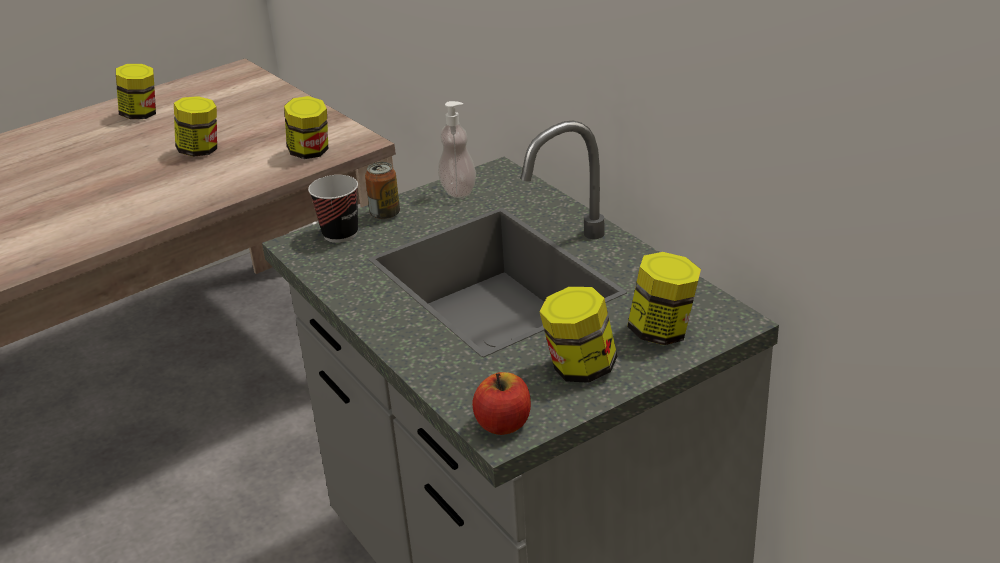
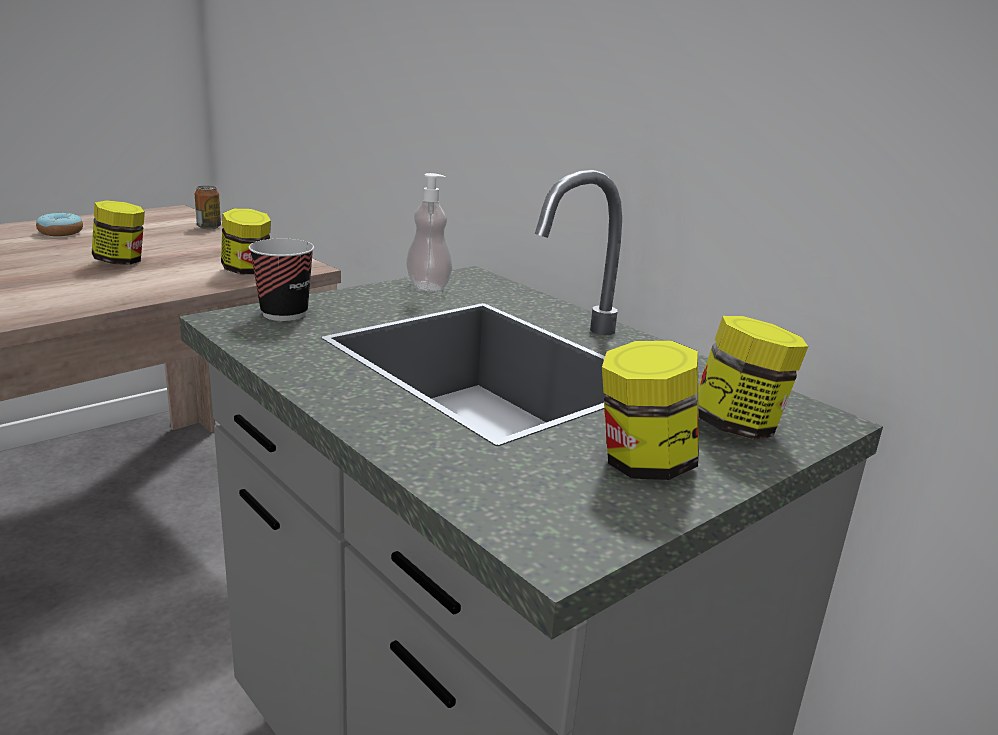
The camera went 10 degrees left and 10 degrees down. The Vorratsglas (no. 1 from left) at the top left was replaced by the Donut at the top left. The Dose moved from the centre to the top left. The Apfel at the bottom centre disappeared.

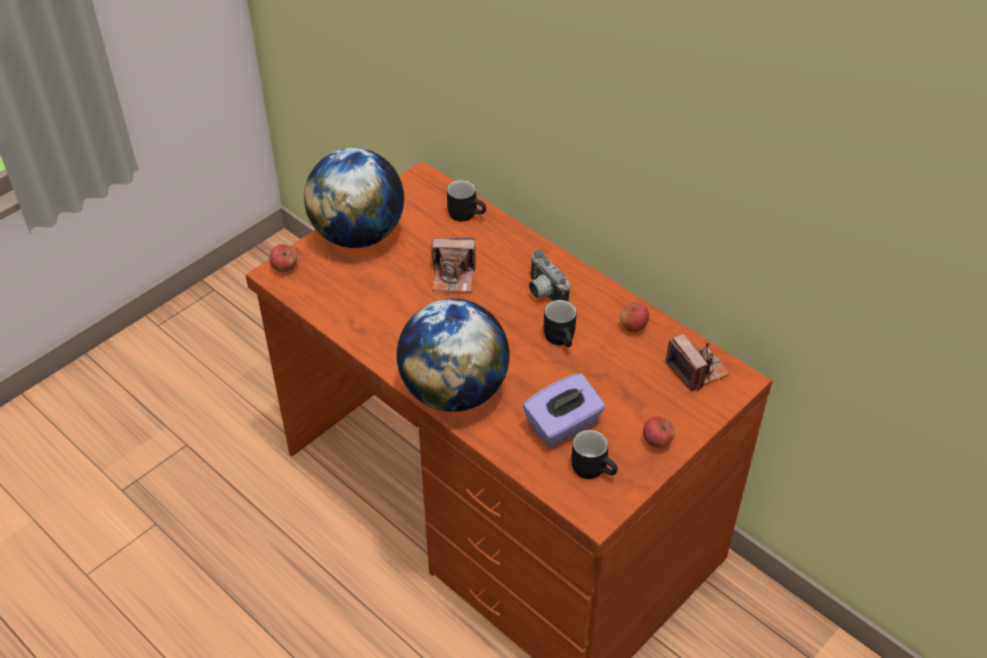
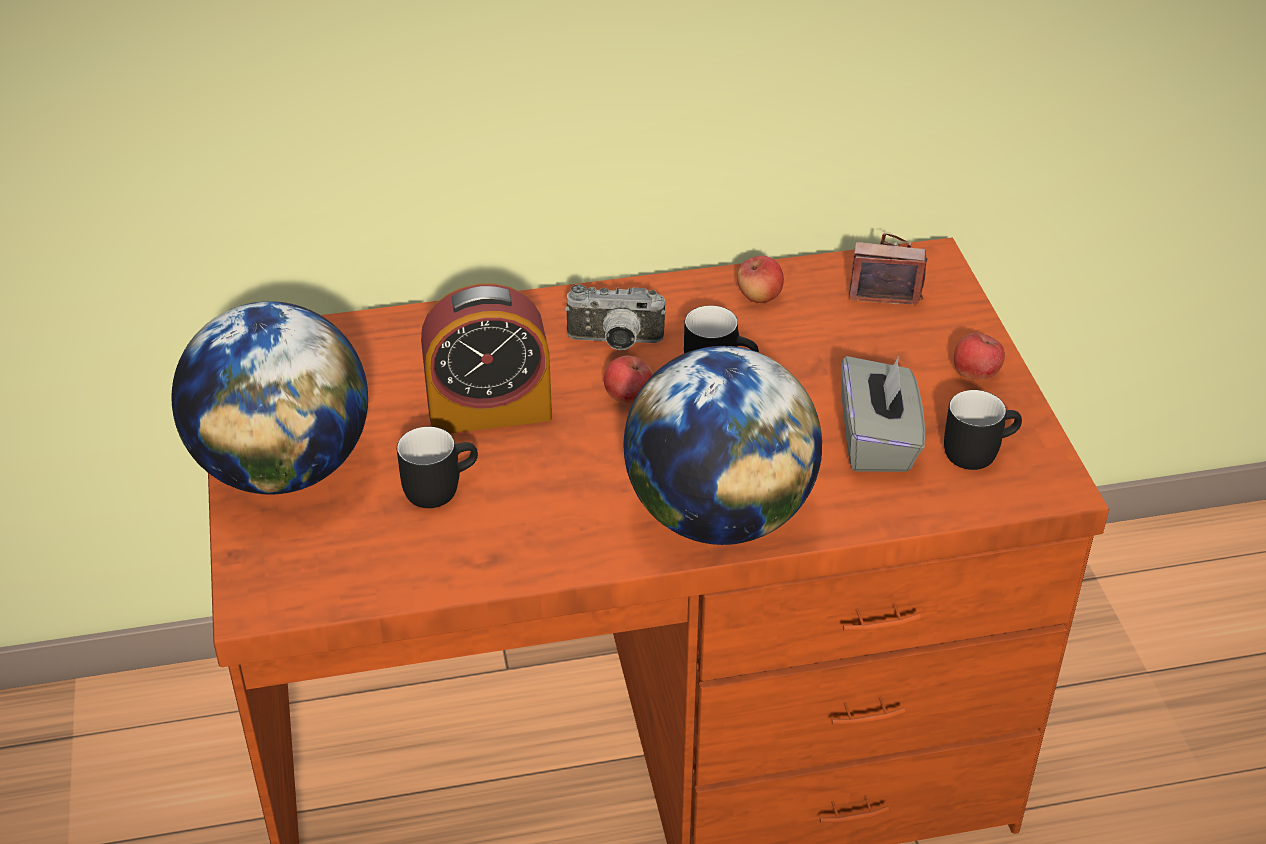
The camera went 55 degrees left and 5 degrees down. The Apfel (no. 1 from left) moved from the middle left to the centre. The Kamera (no. 1 from left) at the centre was replaced by the Wecker at the centre. The Henkelbecher [schwarz] (no. 1 from left) moved from the top centre to the centre. The Taschentuchbox [lila] at the centre became the Taschentuchbox [grau] at the middle right.

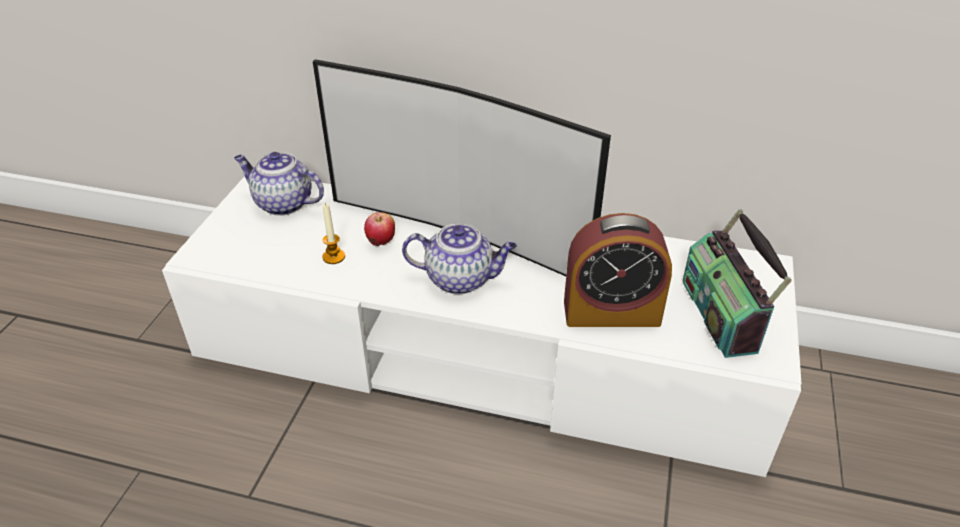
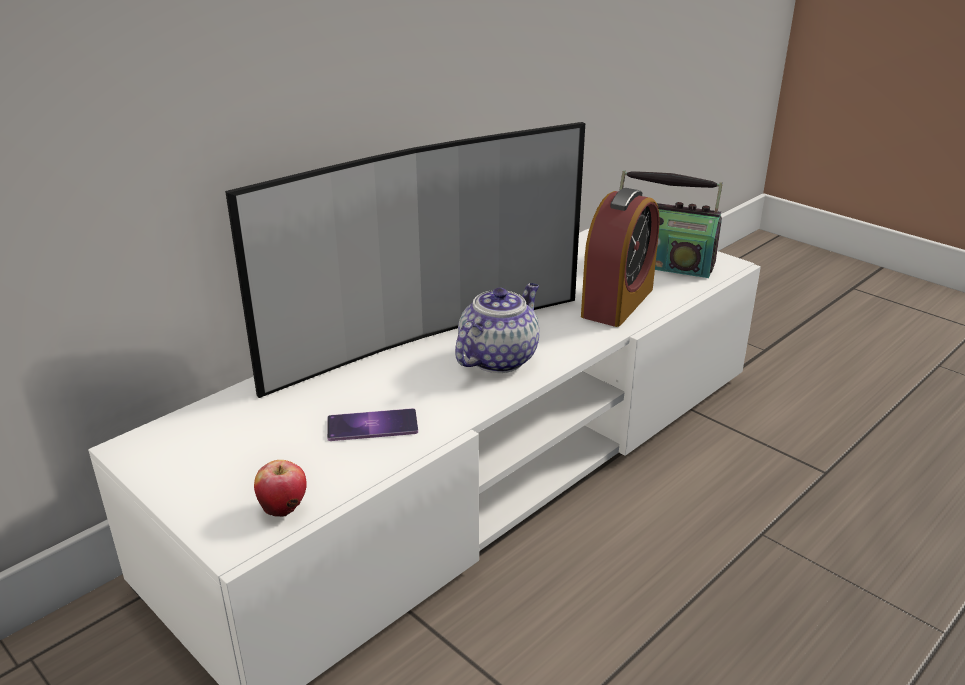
The camera went 60 degrees left and 10 degrees down. The Teekanne (no. 1 from left) at the middle left disappeared. The Kerze at the centre was replaced by the Handy at the centre. The Apfel moved from the centre to the bottom left.

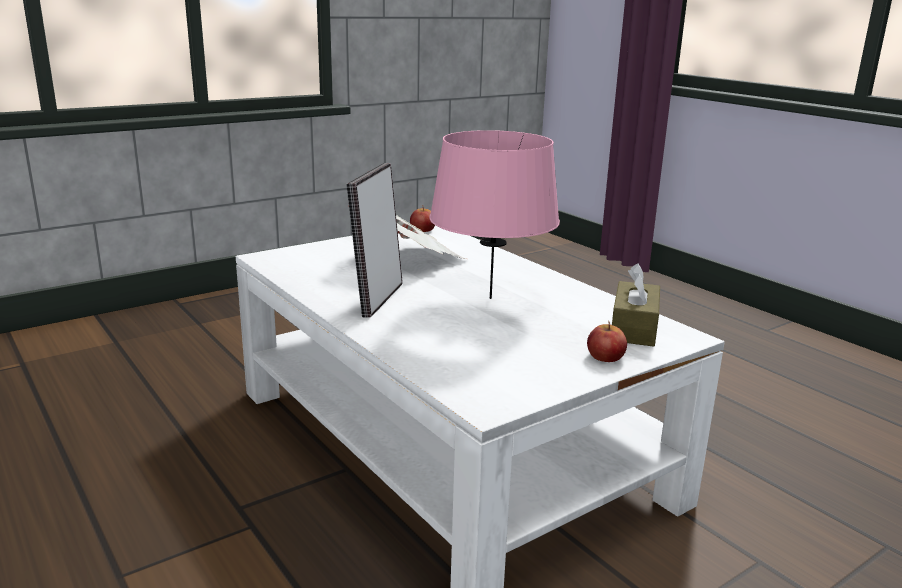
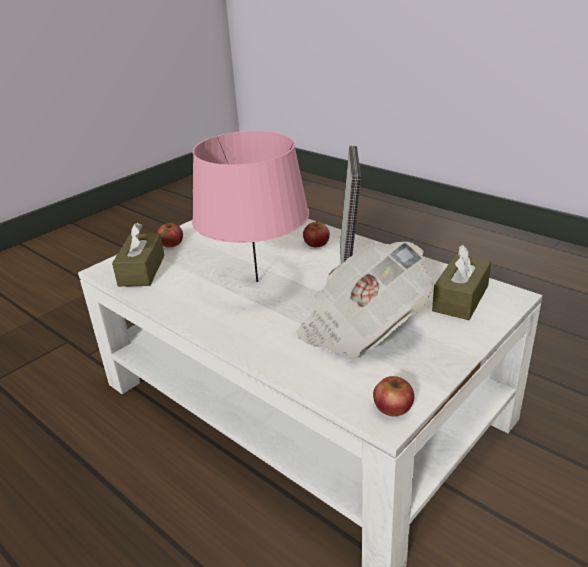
The camera went 170 degrees right and 10 degrees up. The Apfel (no. 2 from left) at the centre appeared. The Taschentuchbox [braun] (no. 2 from left) at the middle right appeared.

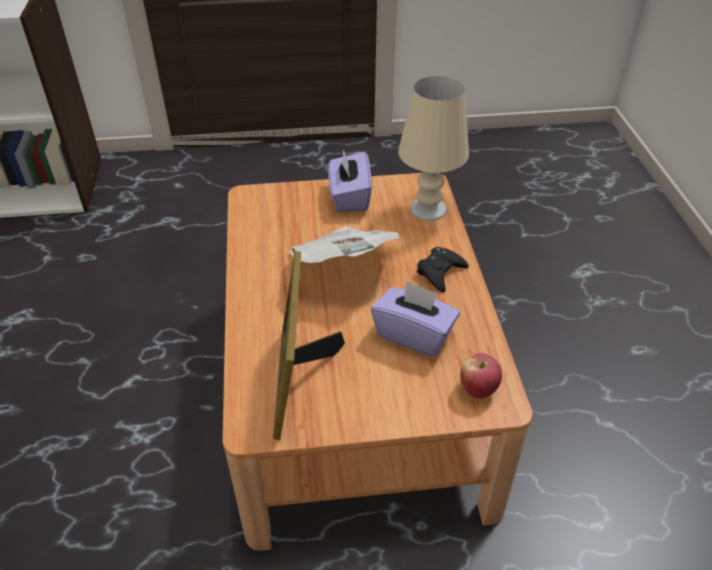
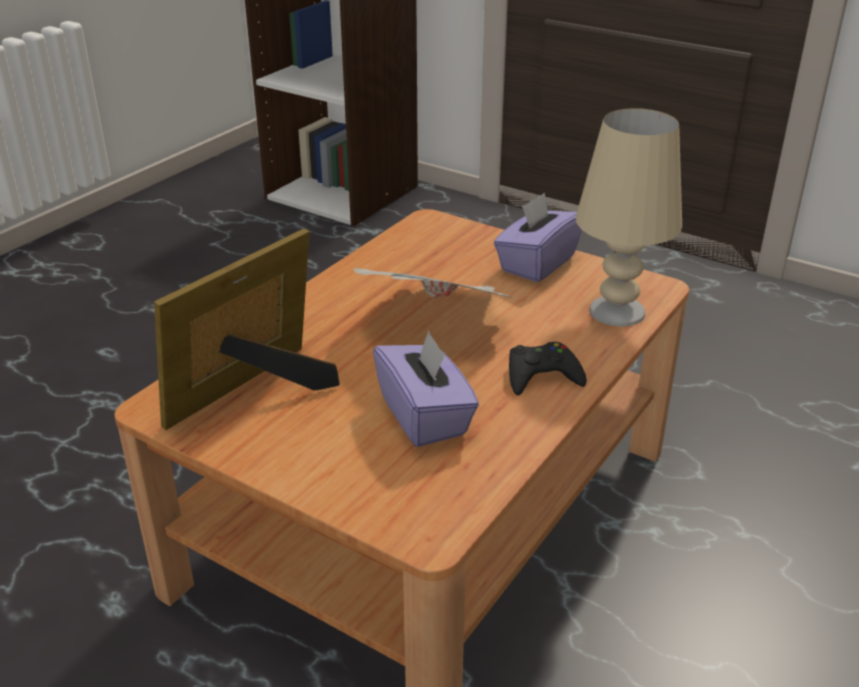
The camera went 40 degrees right and 10 degrees down. The Apfel at the middle right disappeared.

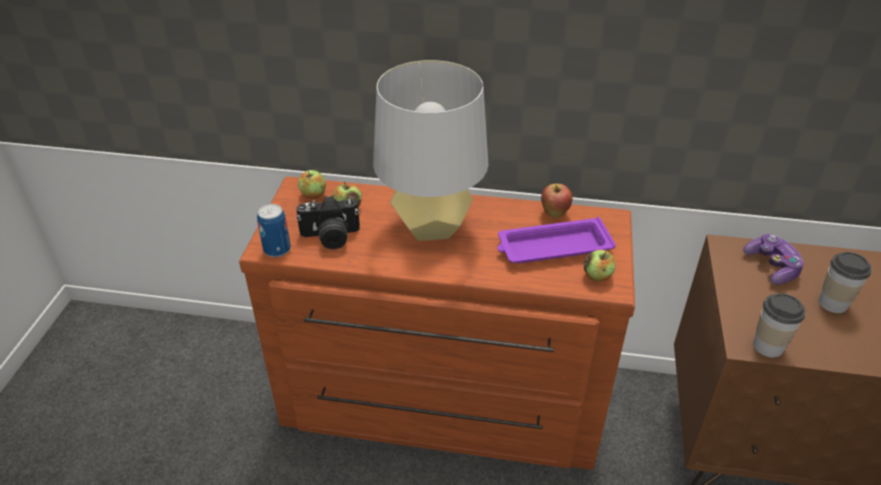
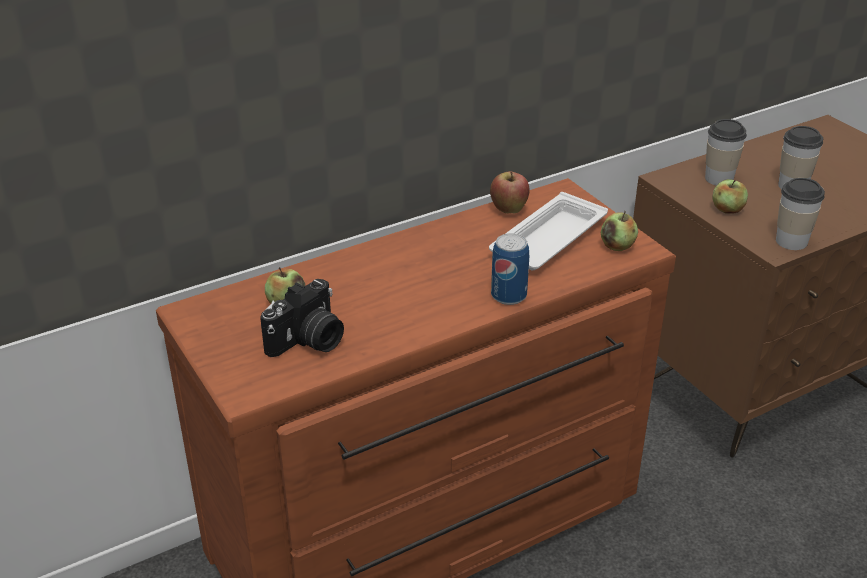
The camera went 40 degrees left and 5 degrees down. The Dose moved from the middle left to the centre. The Apfel (no. 1 from left in the first image) moved from the centre to the middle right. The Tischlampe [grau] at the top centre disappeared. The Tablett [lila] at the centre became the Tablett [weiß] at the centre. The Gamepad at the middle right was replaced by the Tasse (no. 1 from left) at the top right.

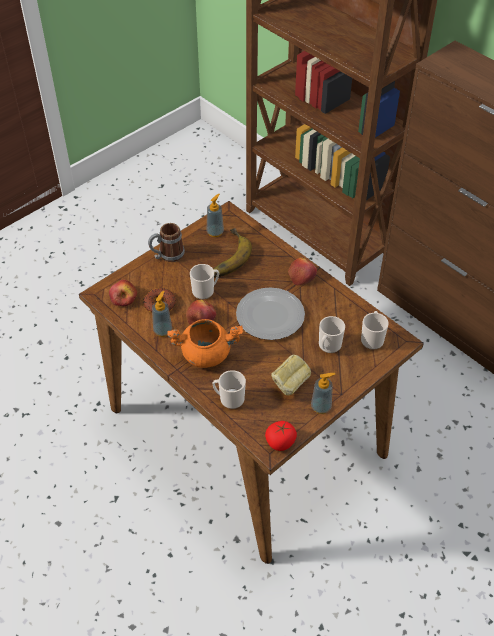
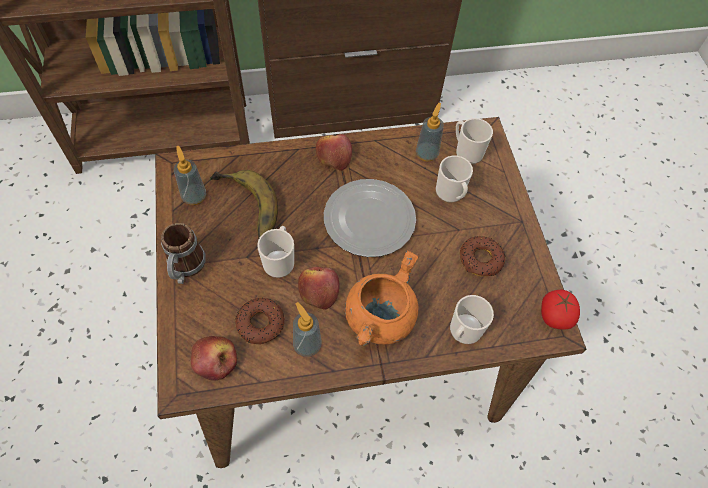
The camera went 60 degrees left and 10 degrees up. The Brot at the centre was replaced by the Donut (no. 2 from left) at the middle right. The Seifenspender (no. 3 from left) moved from the centre to the top centre.

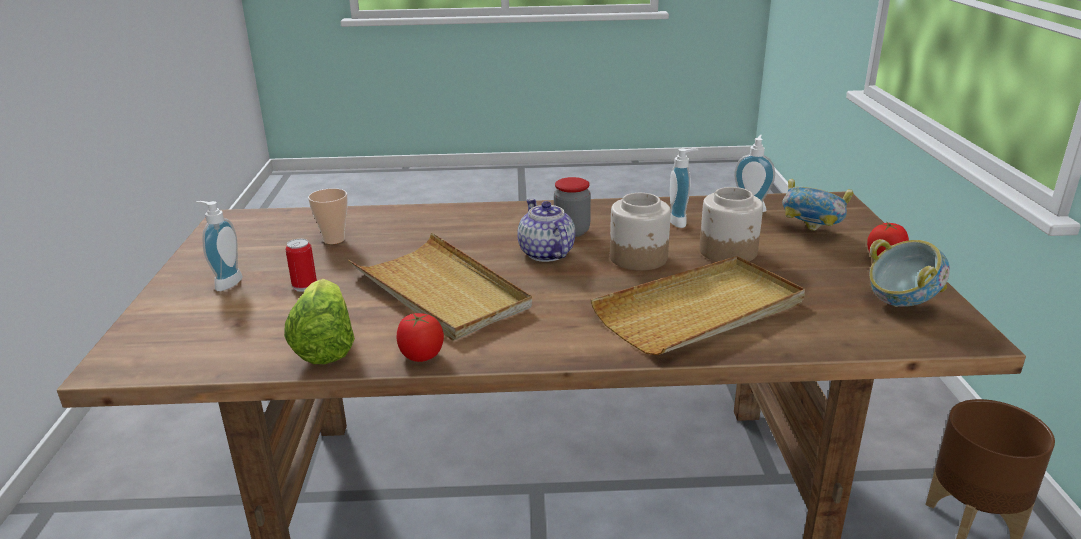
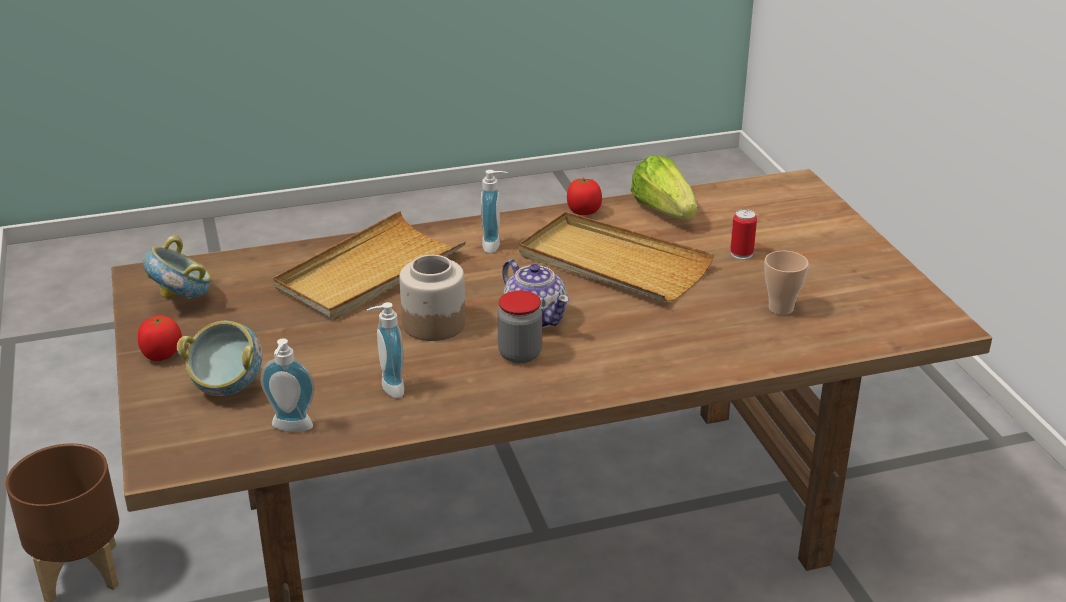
The camera went 165 degrees right and 5 degrees up. The Seifenspender (no. 1 from left in the first image) moved from the middle left to the centre. The Vorratsglas (no. 3 from left) at the middle right disappeared.

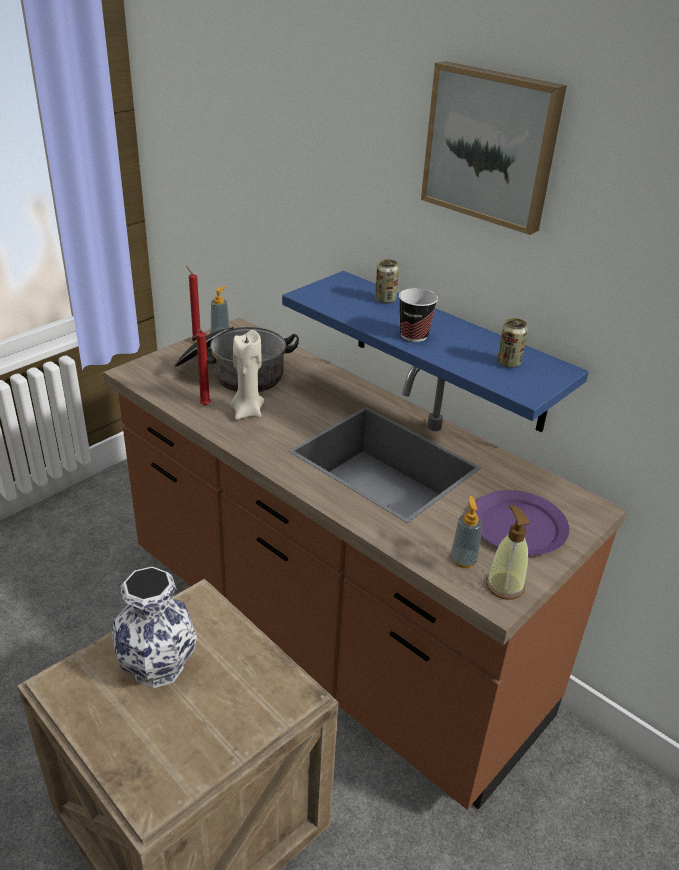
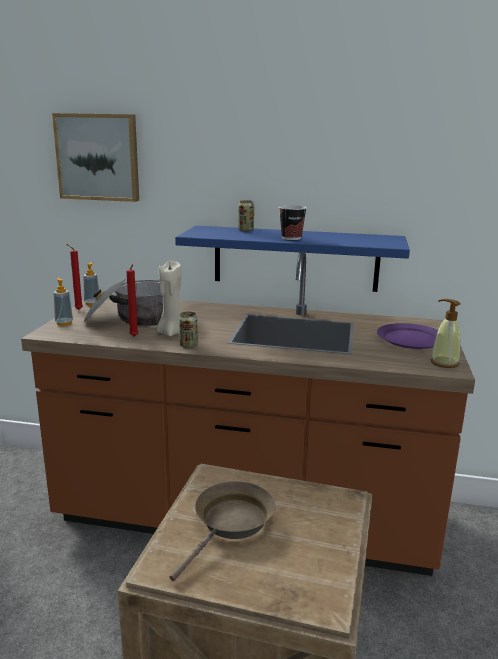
The camera went 30 degrees left and 15 degrees down. The Vase at the bottom left was replaced by the Pfanne [braun] at the bottom centre. The Bild moved from the top right to the top left. The Seifenspender (no. 2 from left in the first image) moved from the middle right to the middle left. The Dose (no. 2 from left in the first image) moved from the middle right to the centre.

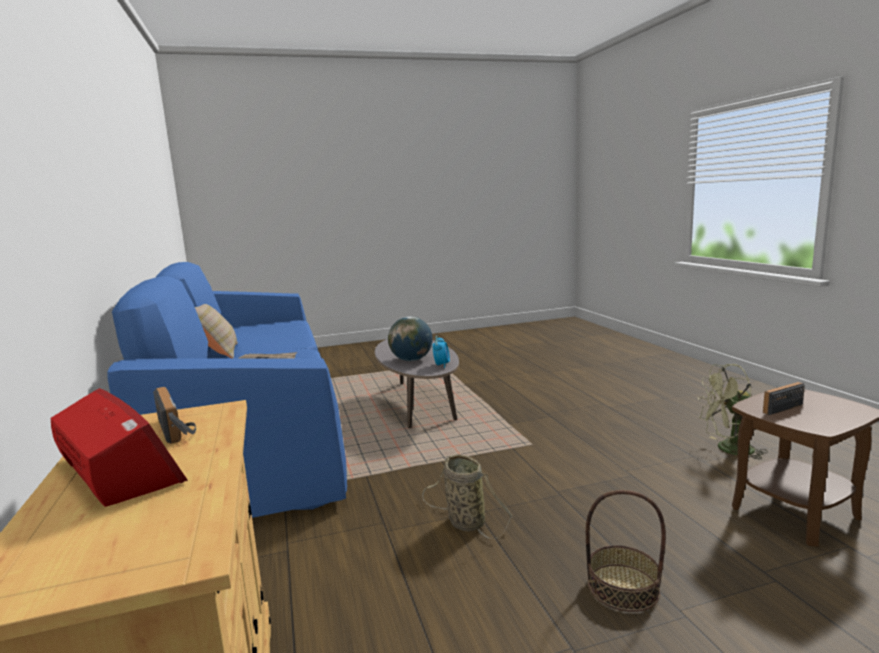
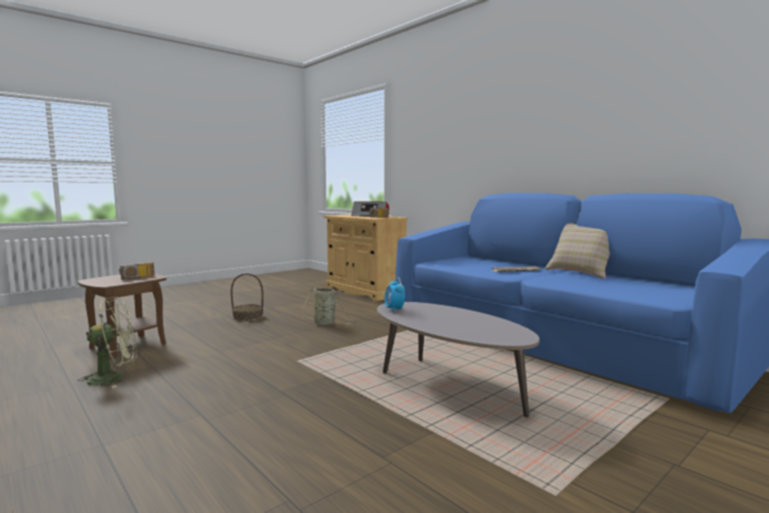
The camera went 155 degrees right and 5 degrees down. The Globus at the centre disappeared.

